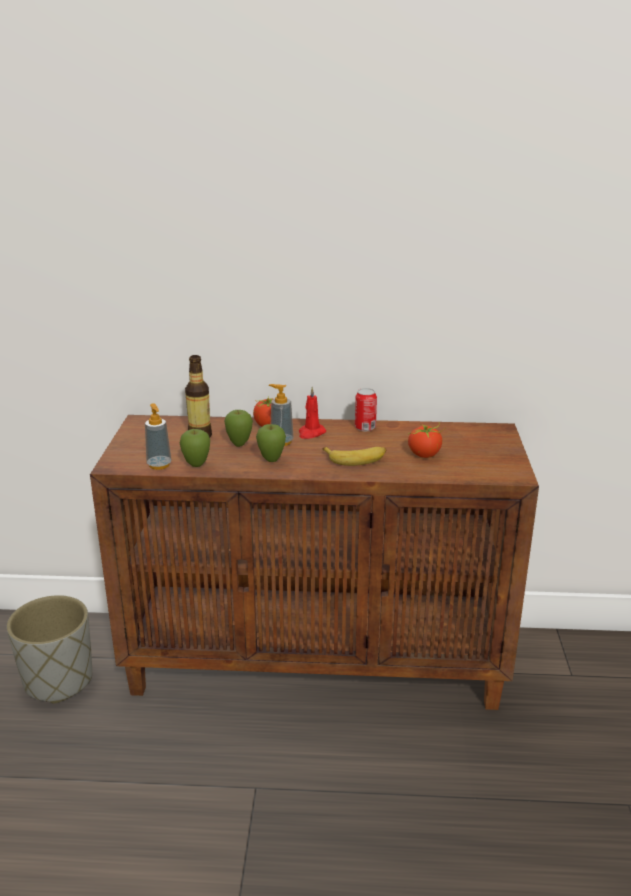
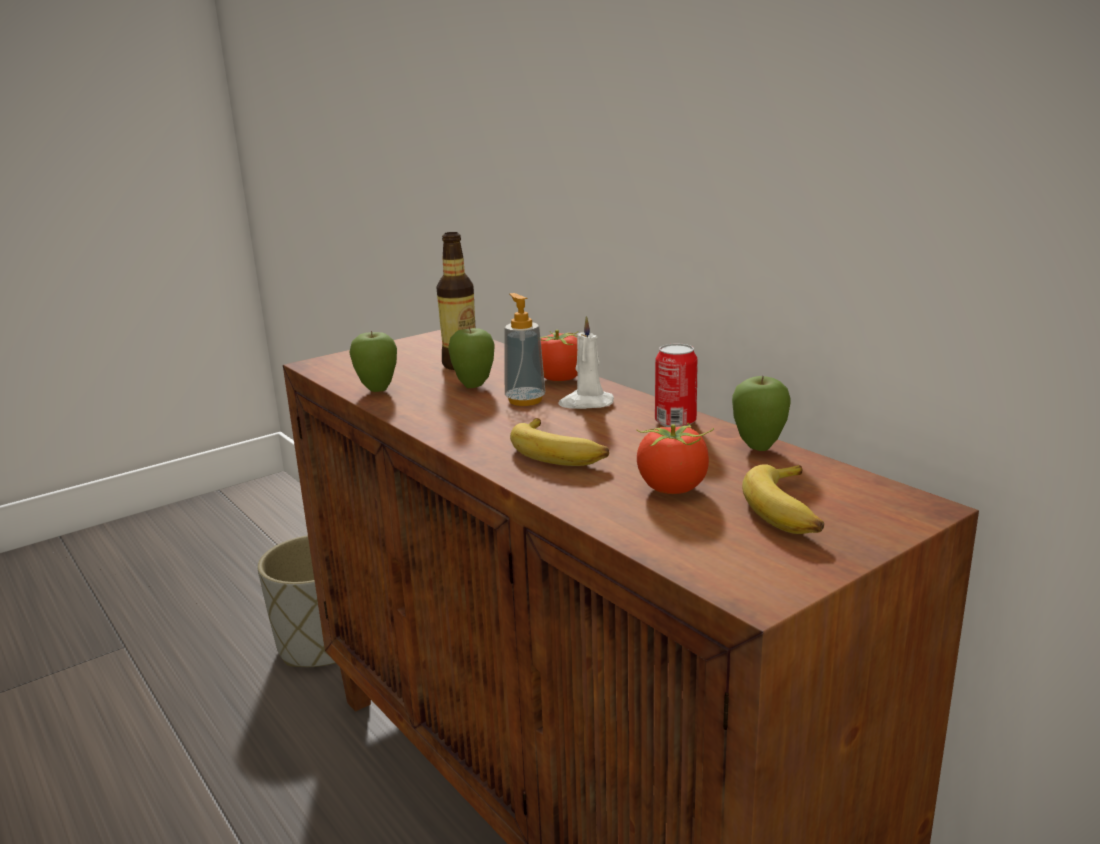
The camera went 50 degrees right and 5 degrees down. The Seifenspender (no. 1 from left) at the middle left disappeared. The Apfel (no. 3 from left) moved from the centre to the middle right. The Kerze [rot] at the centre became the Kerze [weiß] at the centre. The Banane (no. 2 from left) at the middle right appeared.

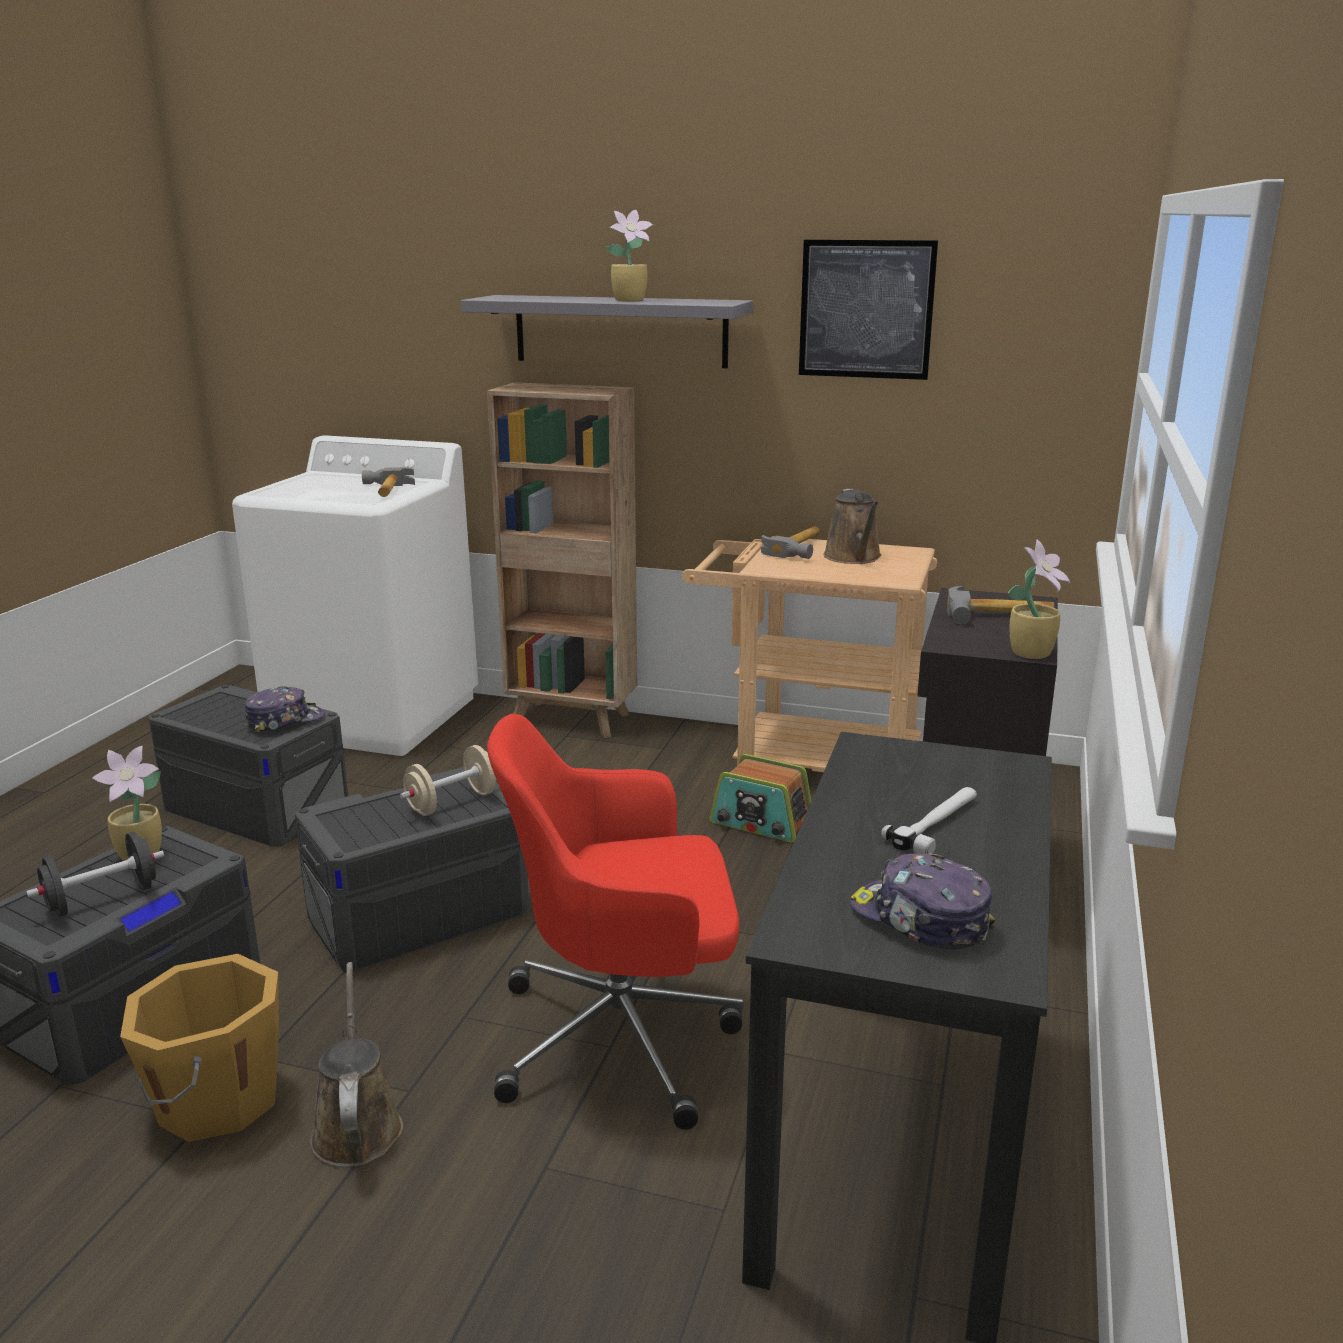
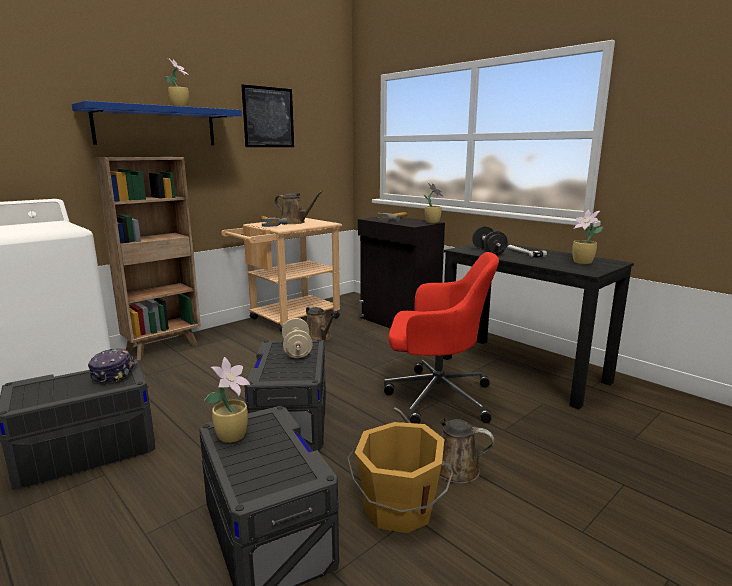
The camera went 60 degrees left and 5 degrees down. The Hantel [schwarz] moved from the middle left to the middle right. The Hammer (no. 1 from left) at the middle left disappeared. The Wandregal [grau] at the top centre became the Wandregal [blau] at the top left. The Bürostuhl [rot] at the bottom centre turned 105 degrees counterclockwise. The Radio at the centre was replaced by the Gießkanne [braun] (no. 2 from left) at the centre. The Kappe (no. 2 from left) at the bottom right was replaced by the Topfpflanze (no. 4 from left) at the middle right.

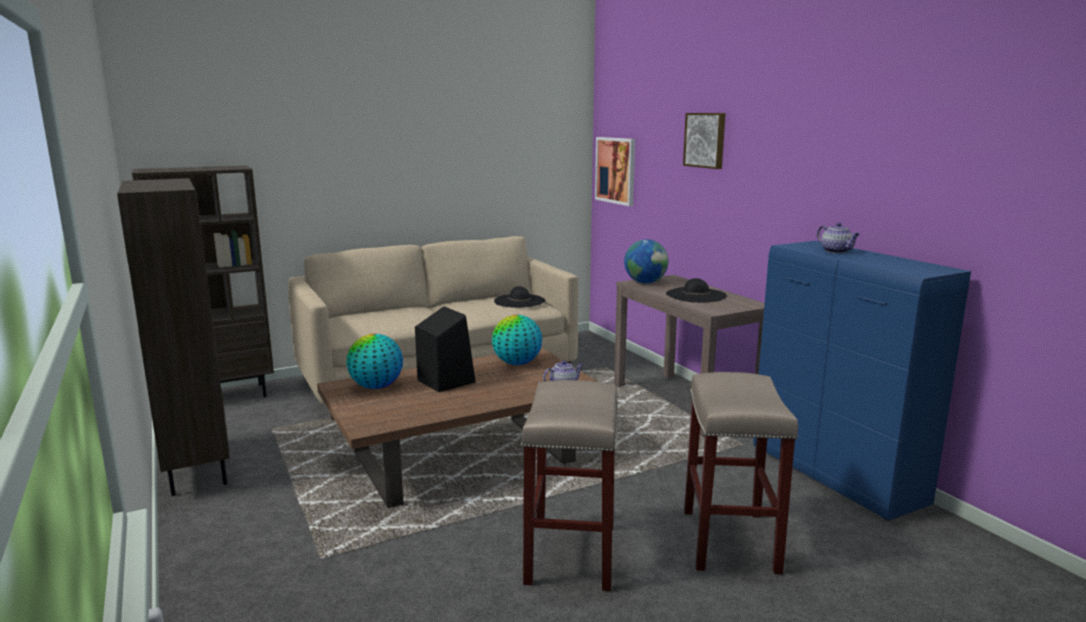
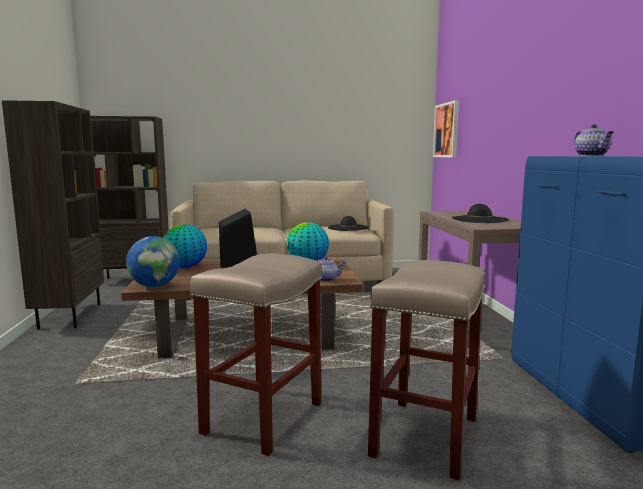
The camera went 20 degrees right and 5 degrees down. The Globus (no. 3 from left in the first image) moved from the centre to the middle left. The Bild (no. 2 from left) at the top centre disappeared.

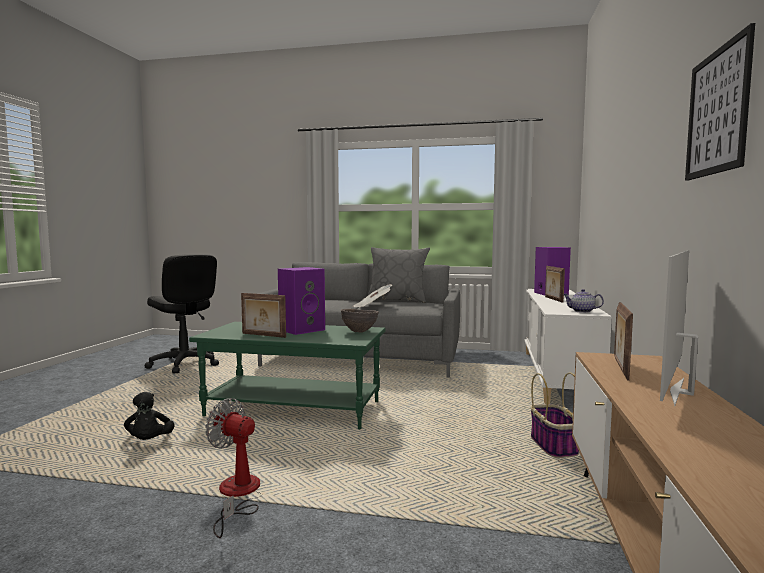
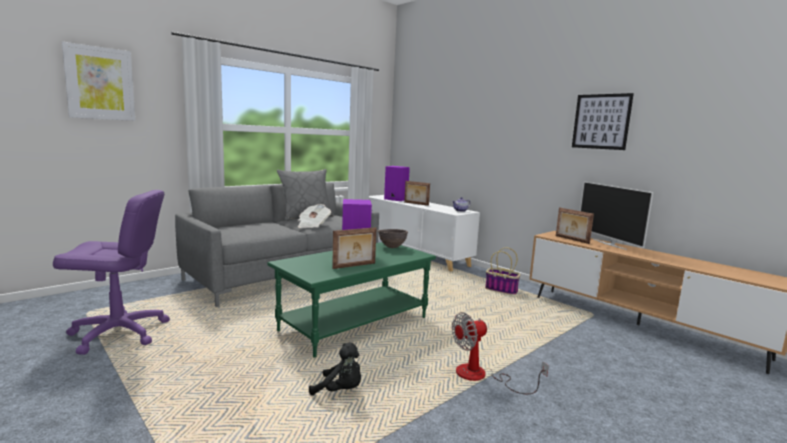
The camera went 55 degrees left and 5 degrees up. The Bürostuhl [schwarz] at the middle left became the Bürostuhl [lila] at the middle left. The Bild (no. 1 from left) at the top left appeared.

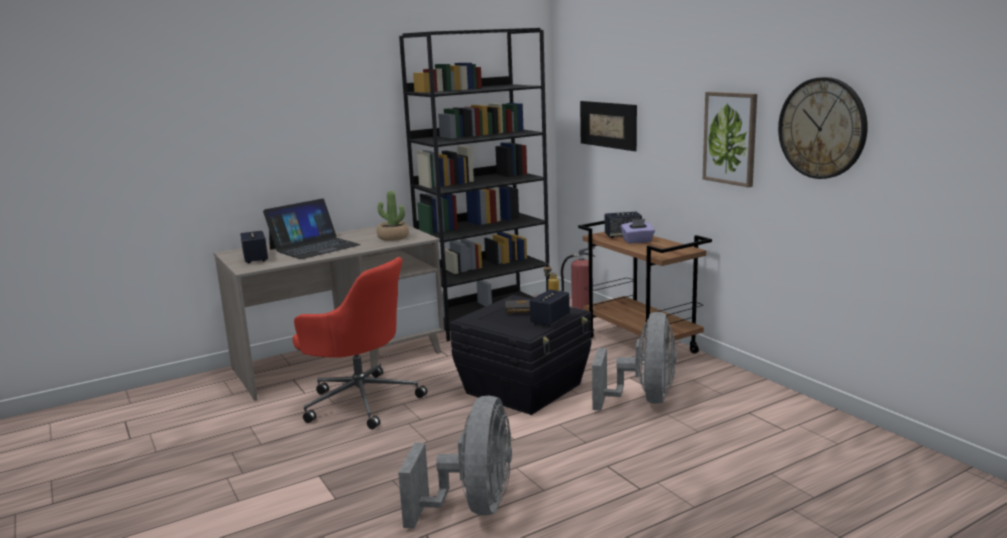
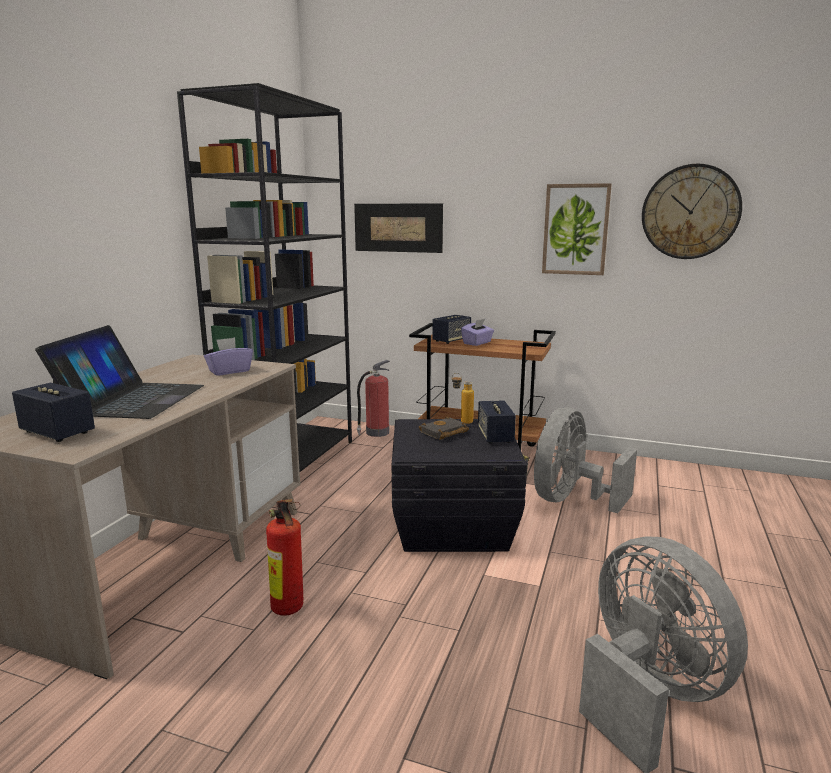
The camera went 40 degrees left and 0 degrees up. The Bürostuhl [rot] at the centre was replaced by the Feuerlöscher (no. 1 from left) at the bottom centre. The Topfpflanze at the centre was replaced by the Taschentuchbox [lila] (no. 1 from left) at the middle left. The Ventilator [grau] (no. 2 from left in the first image) at the bottom centre turned 120 degrees counterclockwise.

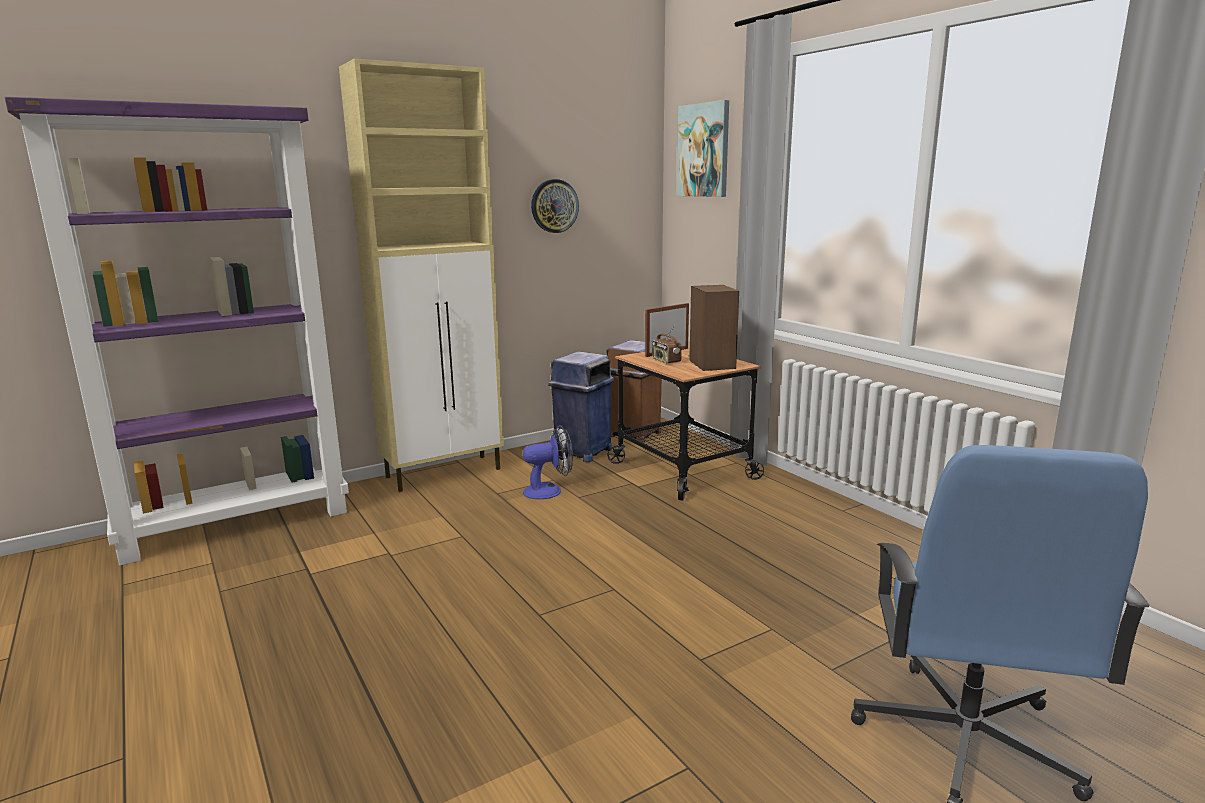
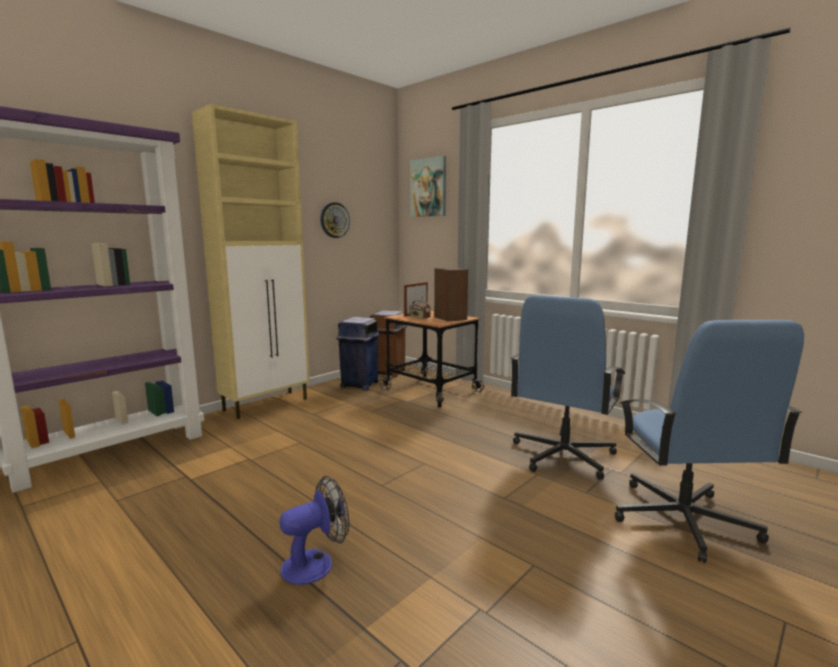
The camera went 15 degrees left and 5 degrees down. The Ventilator moved from the centre to the bottom centre. The Bürostuhl [blau] (no. 1 from left) at the middle right appeared.

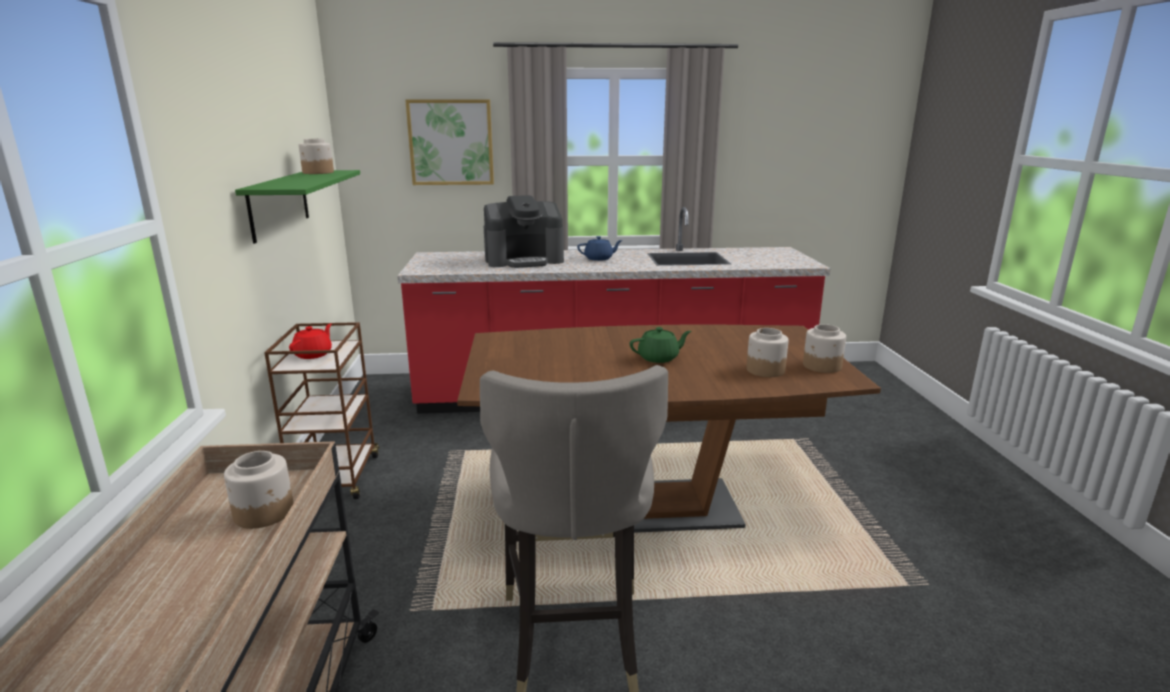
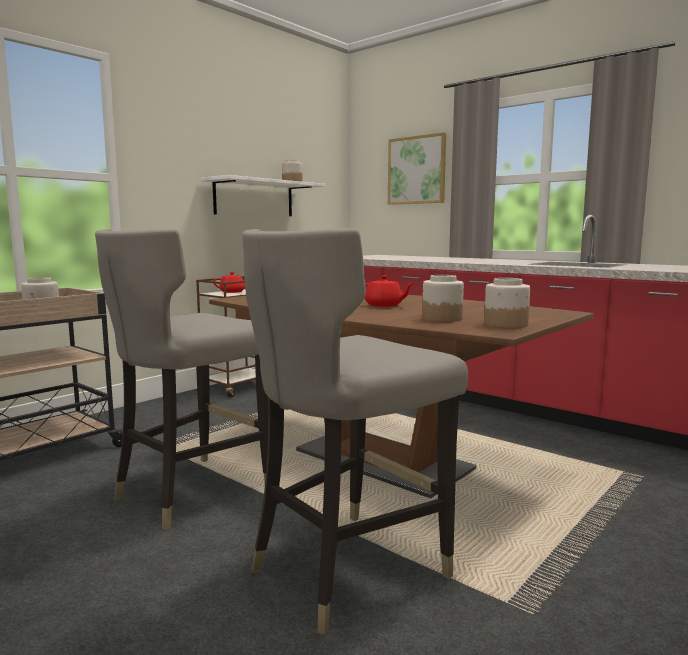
The camera went 45 degrees right and 10 degrees down. The Wandregal [grün] at the top left became the Wandregal [weiß] at the top centre. The Kaffeemaschine at the centre disappeared. The Teekanne [blau] at the centre disappeared. The Teekanne [grün] at the centre became the Teekanne [rot] (no. 2 from left) at the centre. The Hocker [grau] (no. 2 from left) at the centre appeared.

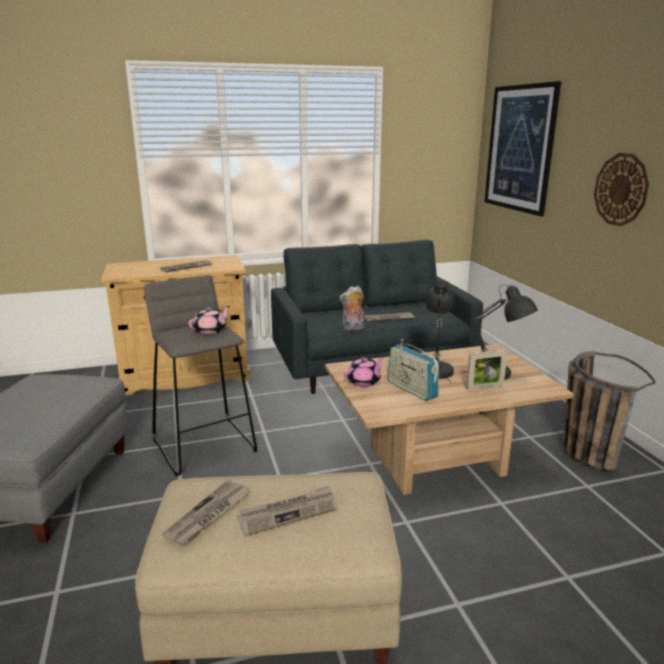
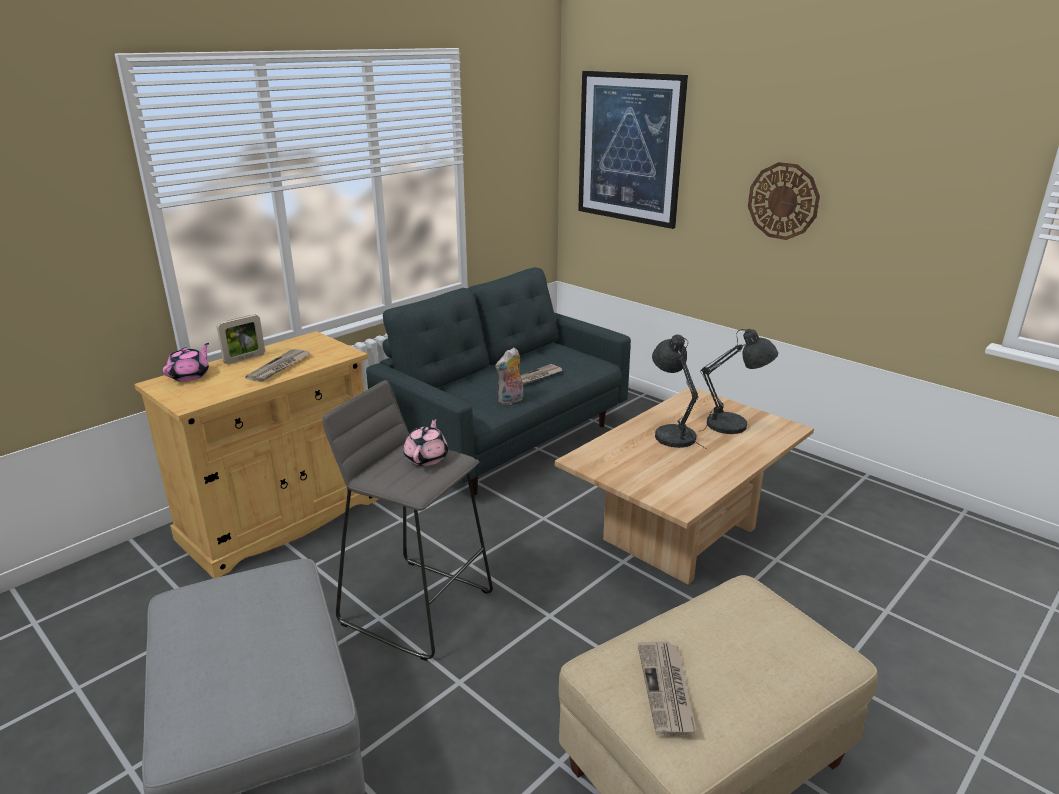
The camera went 30 degrees left and 5 degrees up. The Zeitung (no. 3 from left) at the bottom centre disappeared. The Teekanne [rosa] (no. 2 from left in the first image) moved from the centre to the middle left. The Radio at the centre disappeared. The Bilderrahmen moved from the middle right to the middle left. The Korb at the middle right disappeared.

